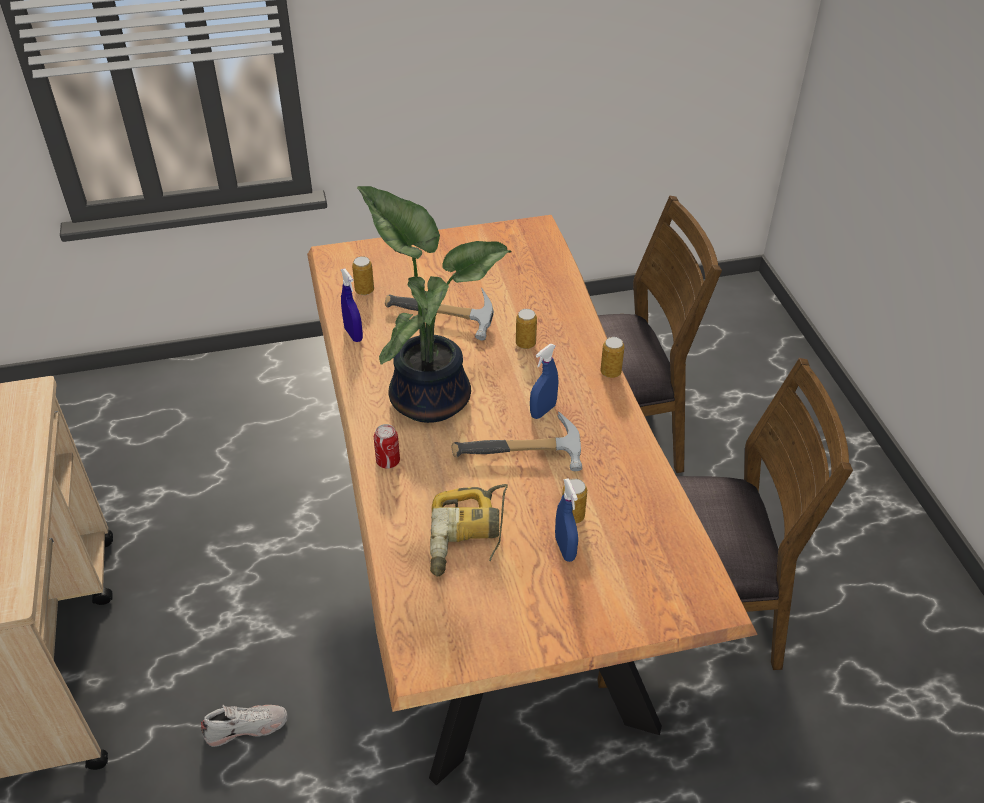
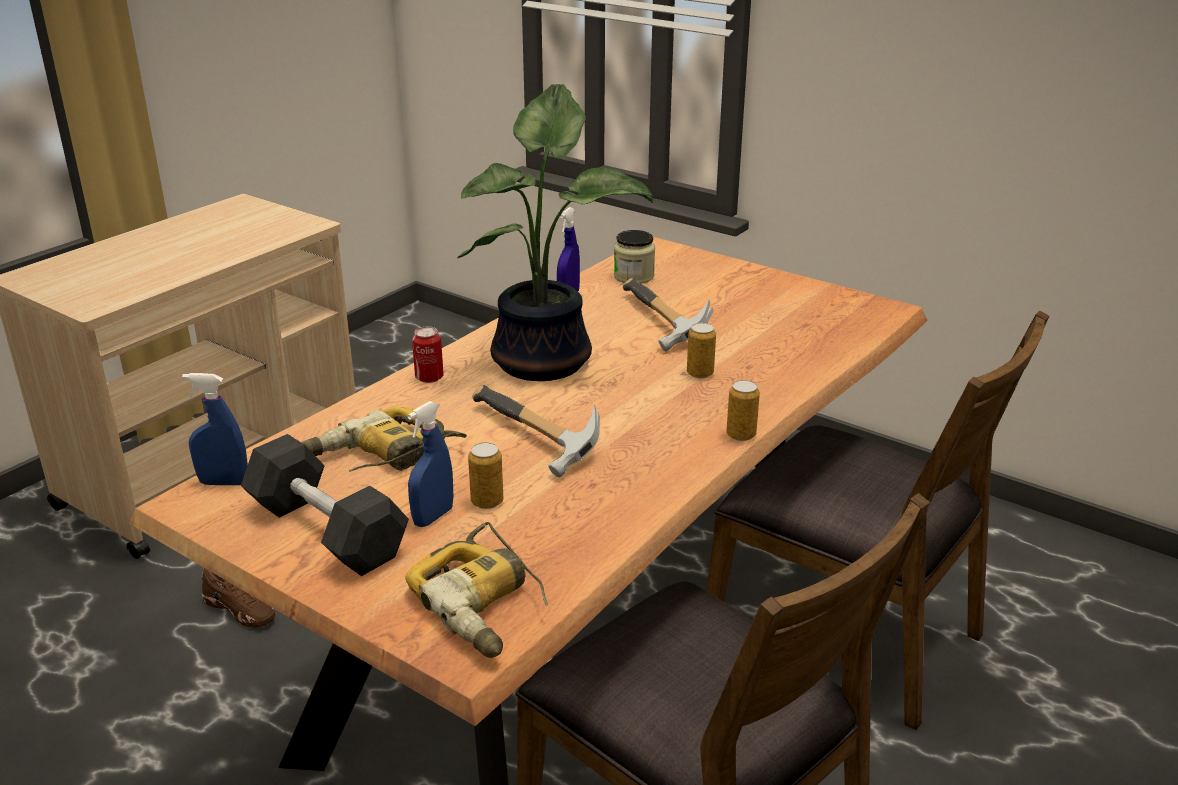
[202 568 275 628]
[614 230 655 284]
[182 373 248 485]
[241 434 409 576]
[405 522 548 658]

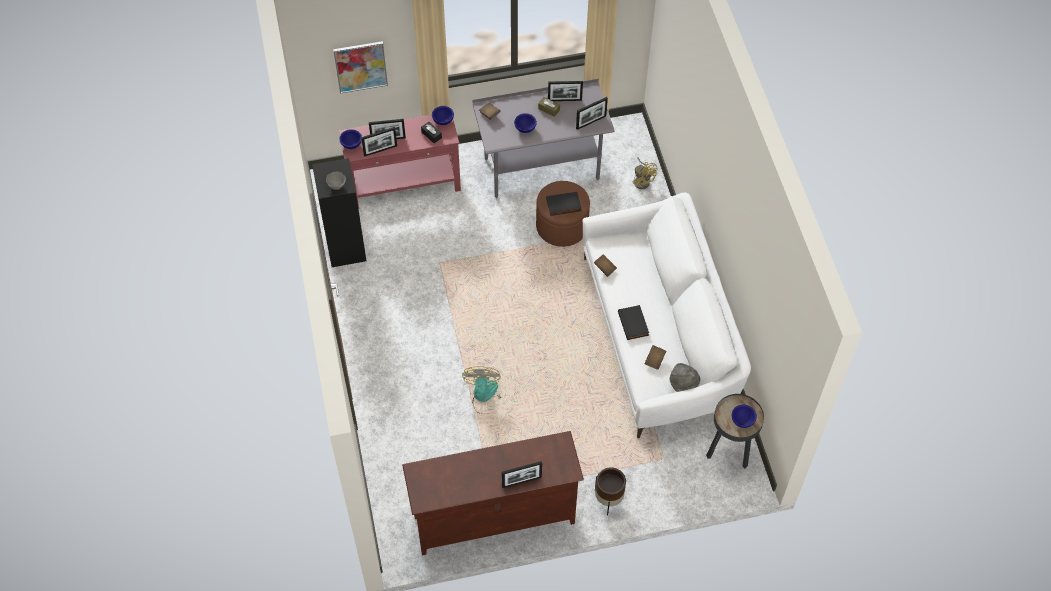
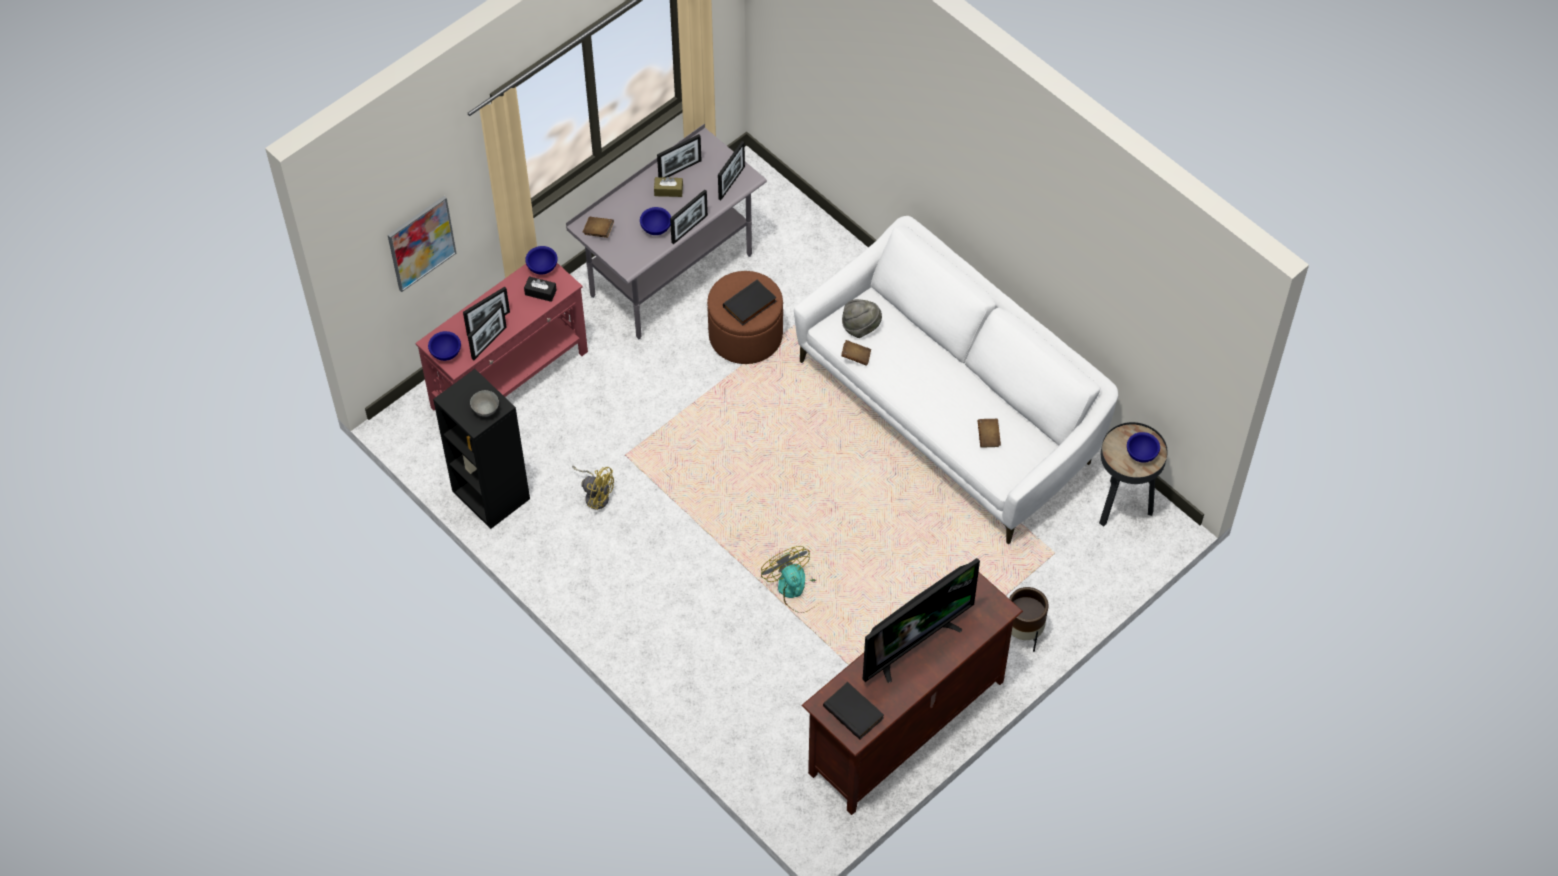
[670 189 708 244]
[823 682 884 739]
[572 466 614 510]
[842 299 882 338]
[863 558 980 683]

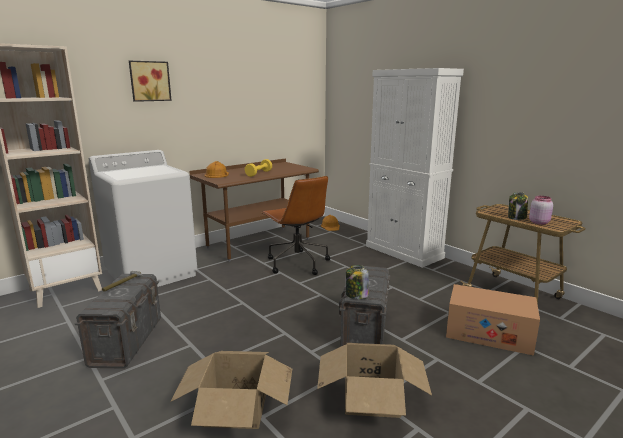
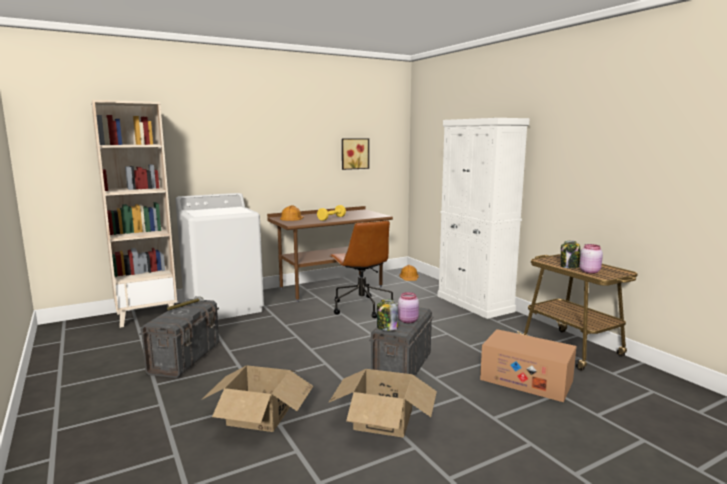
[342 138 369 170]
[398 292 419 323]

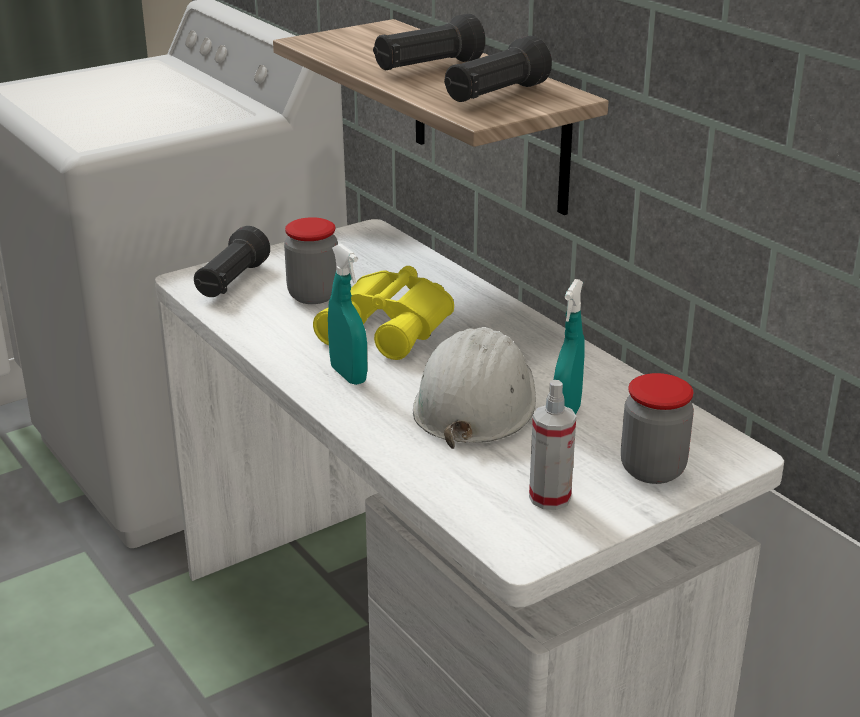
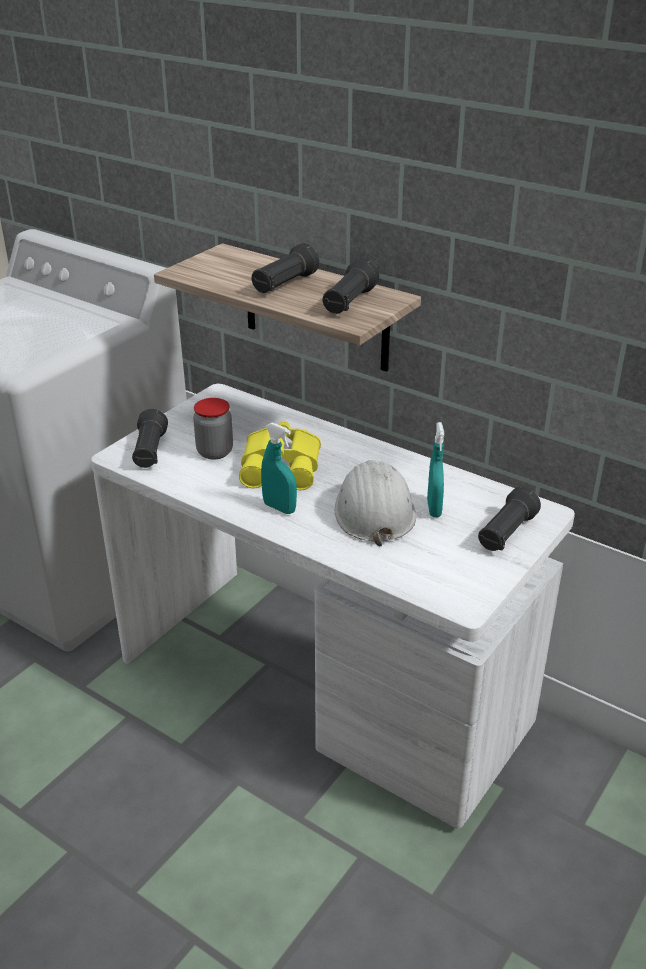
[529 380 576 510] (first image)
[478 487 541 551]

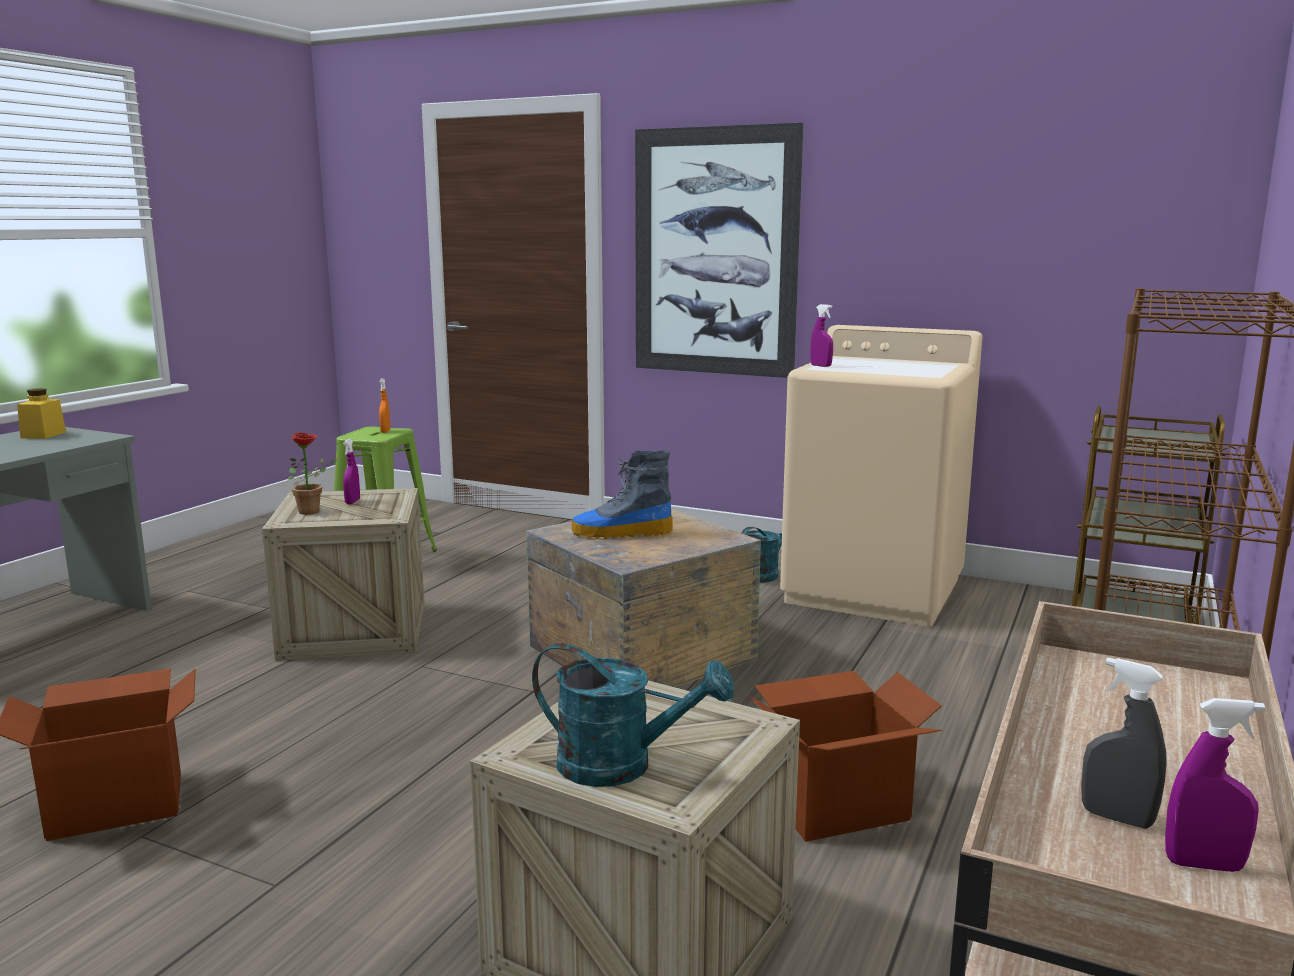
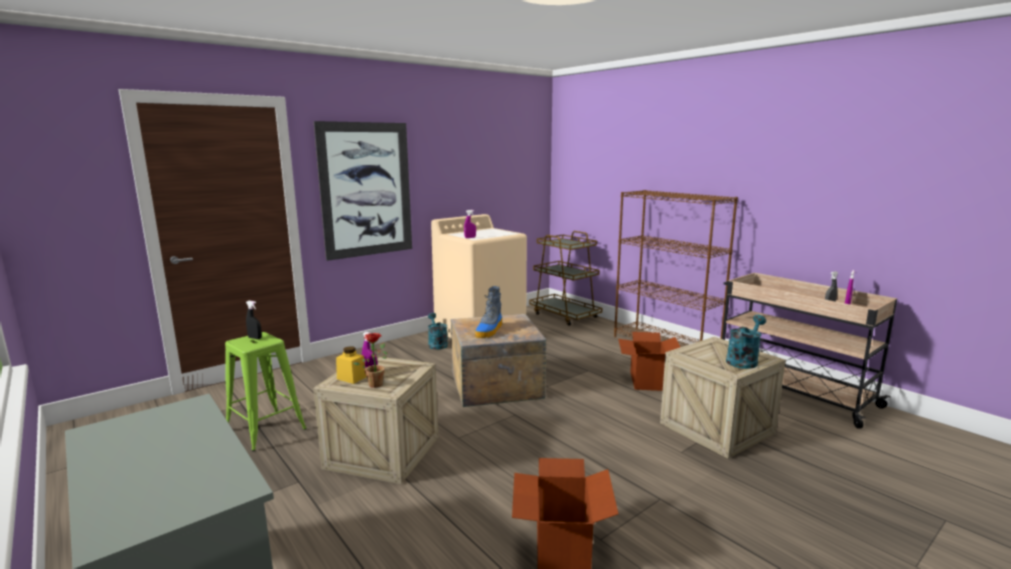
[336 346 366 384]
[246 301 262 339]

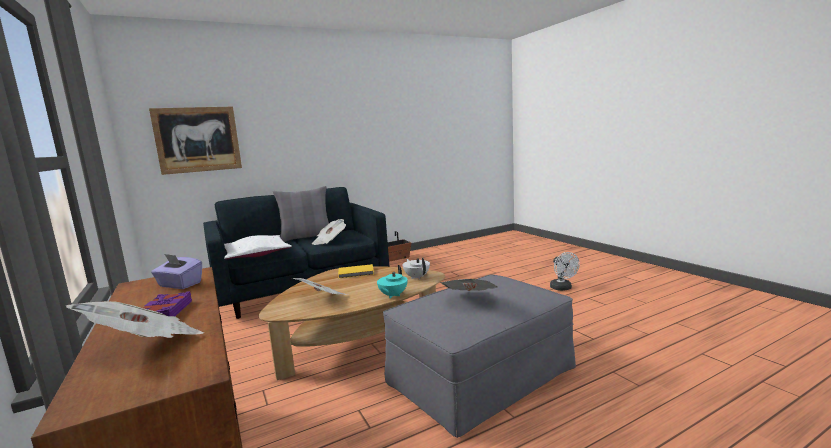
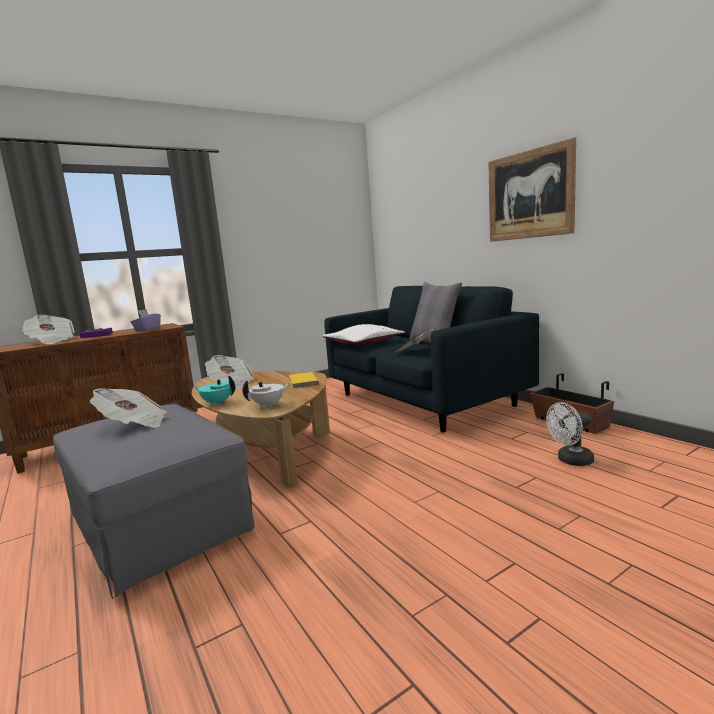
[488 137 576 242]
[546 402 594 466]

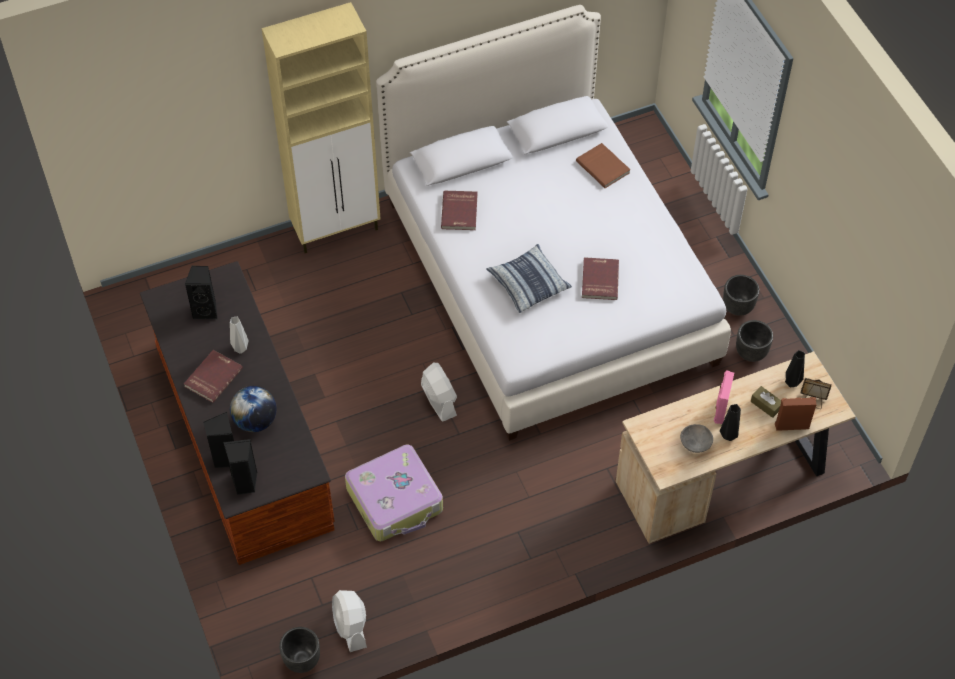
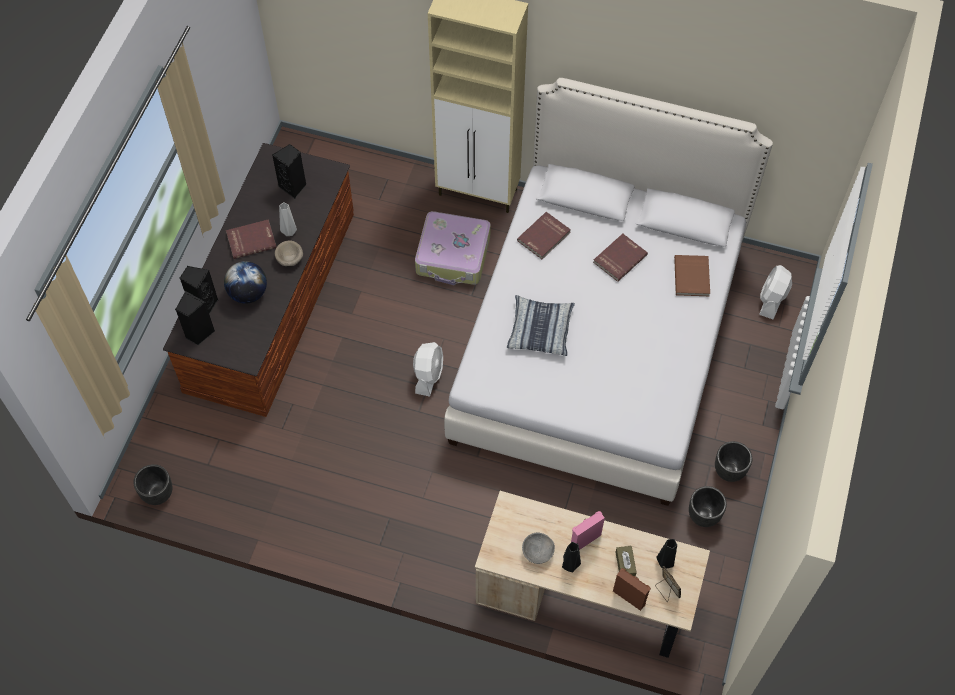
[759 265 792 319]
[415 211 491 285]
[593 234 648 282]
[275 240 303 266]

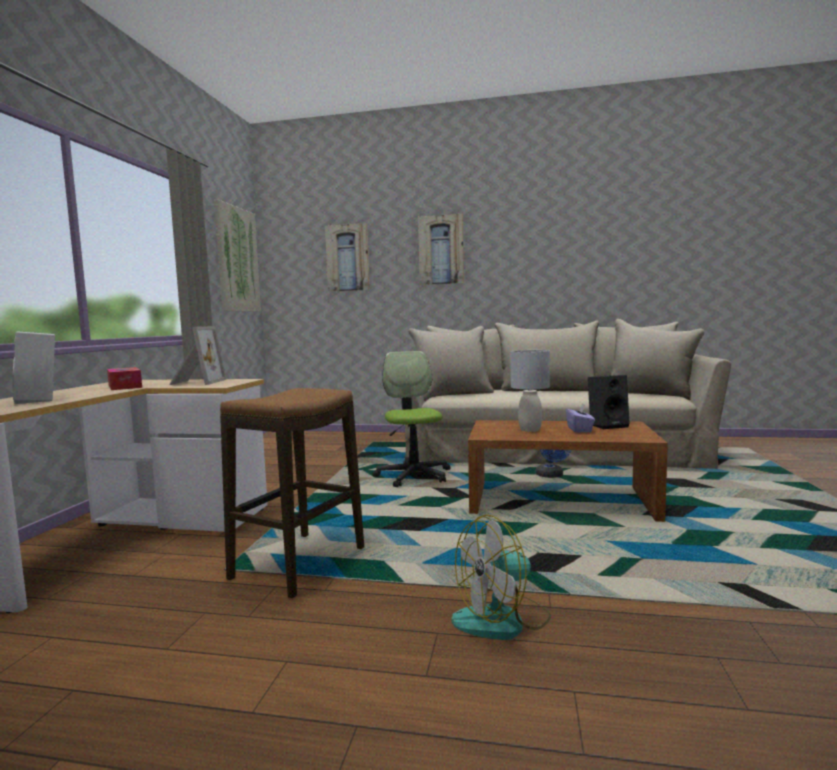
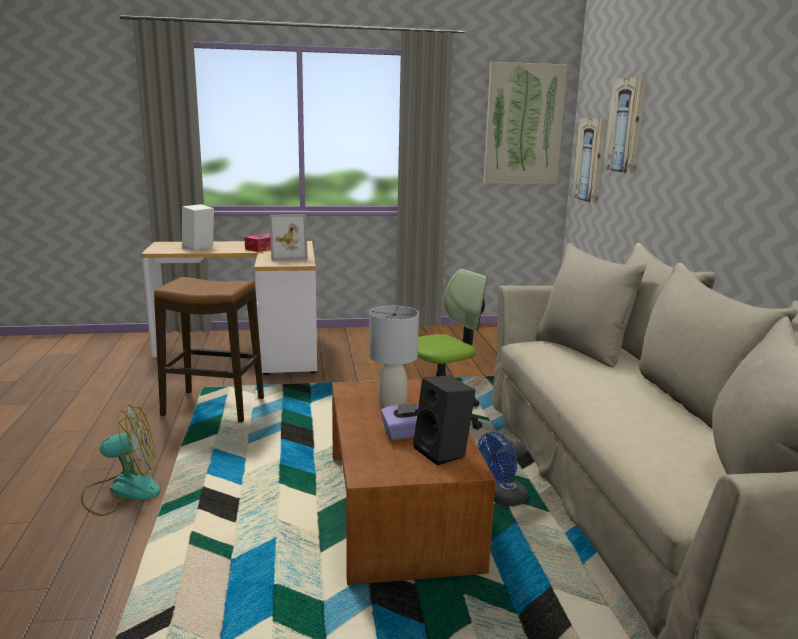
[572 118 607 204]
[81 404 160 516]

